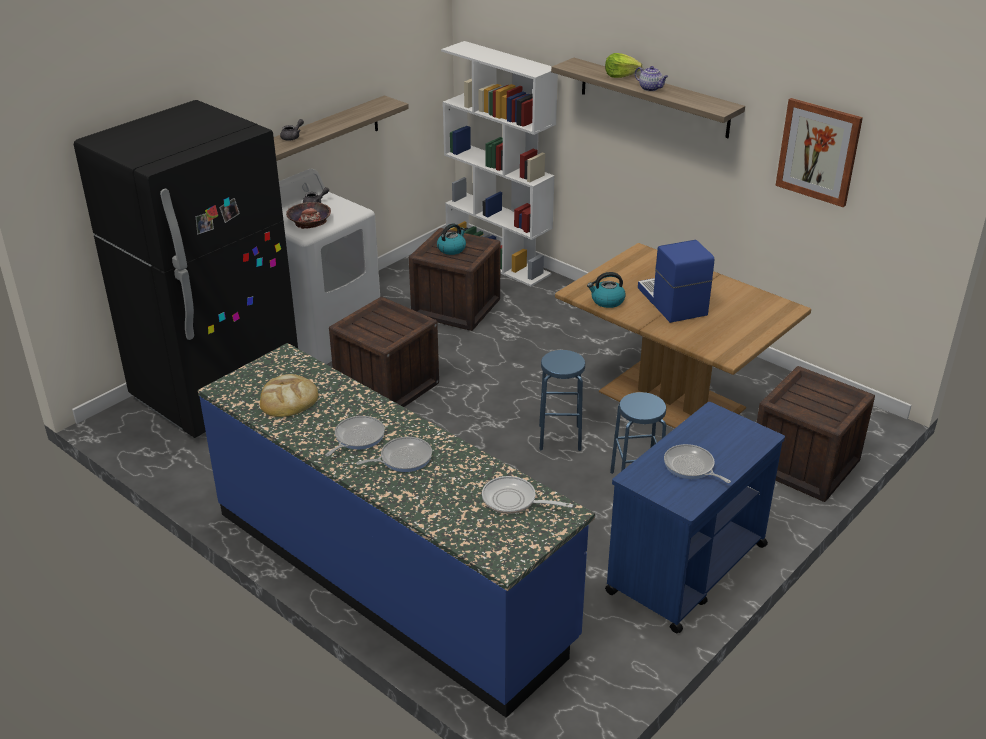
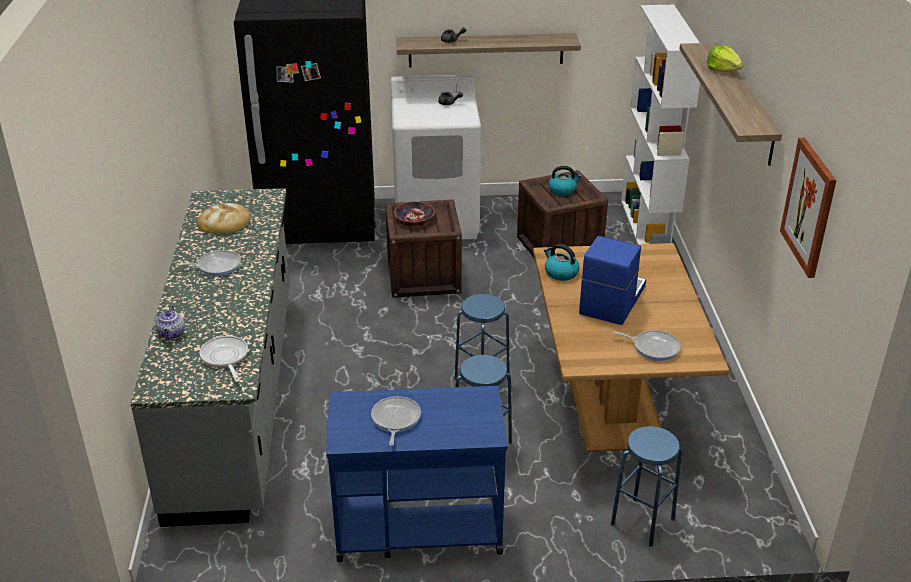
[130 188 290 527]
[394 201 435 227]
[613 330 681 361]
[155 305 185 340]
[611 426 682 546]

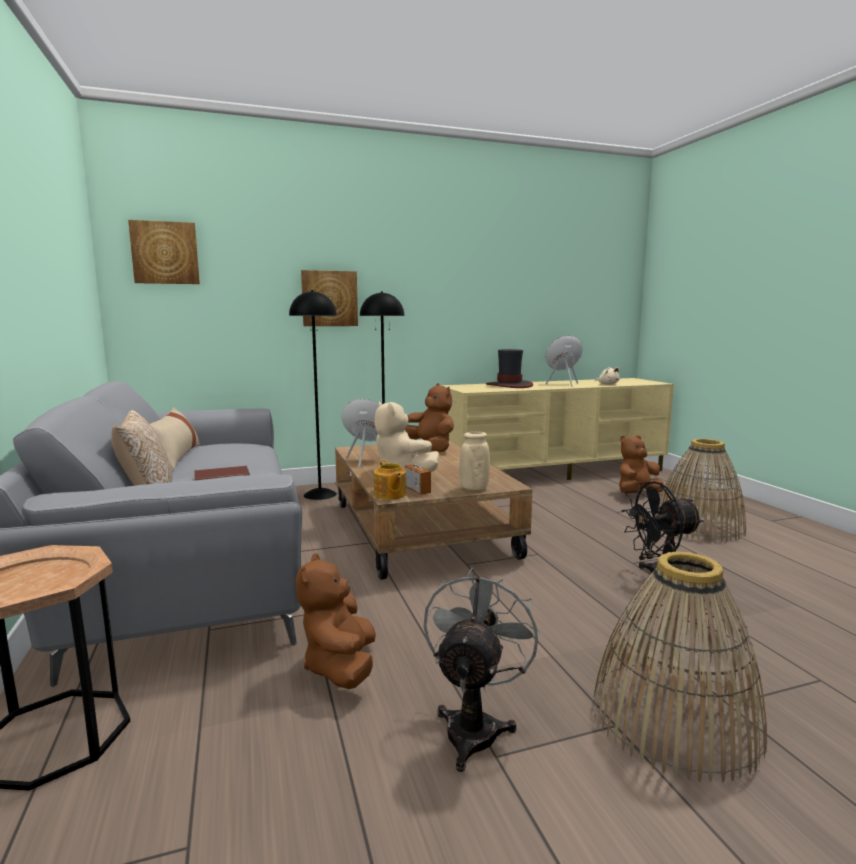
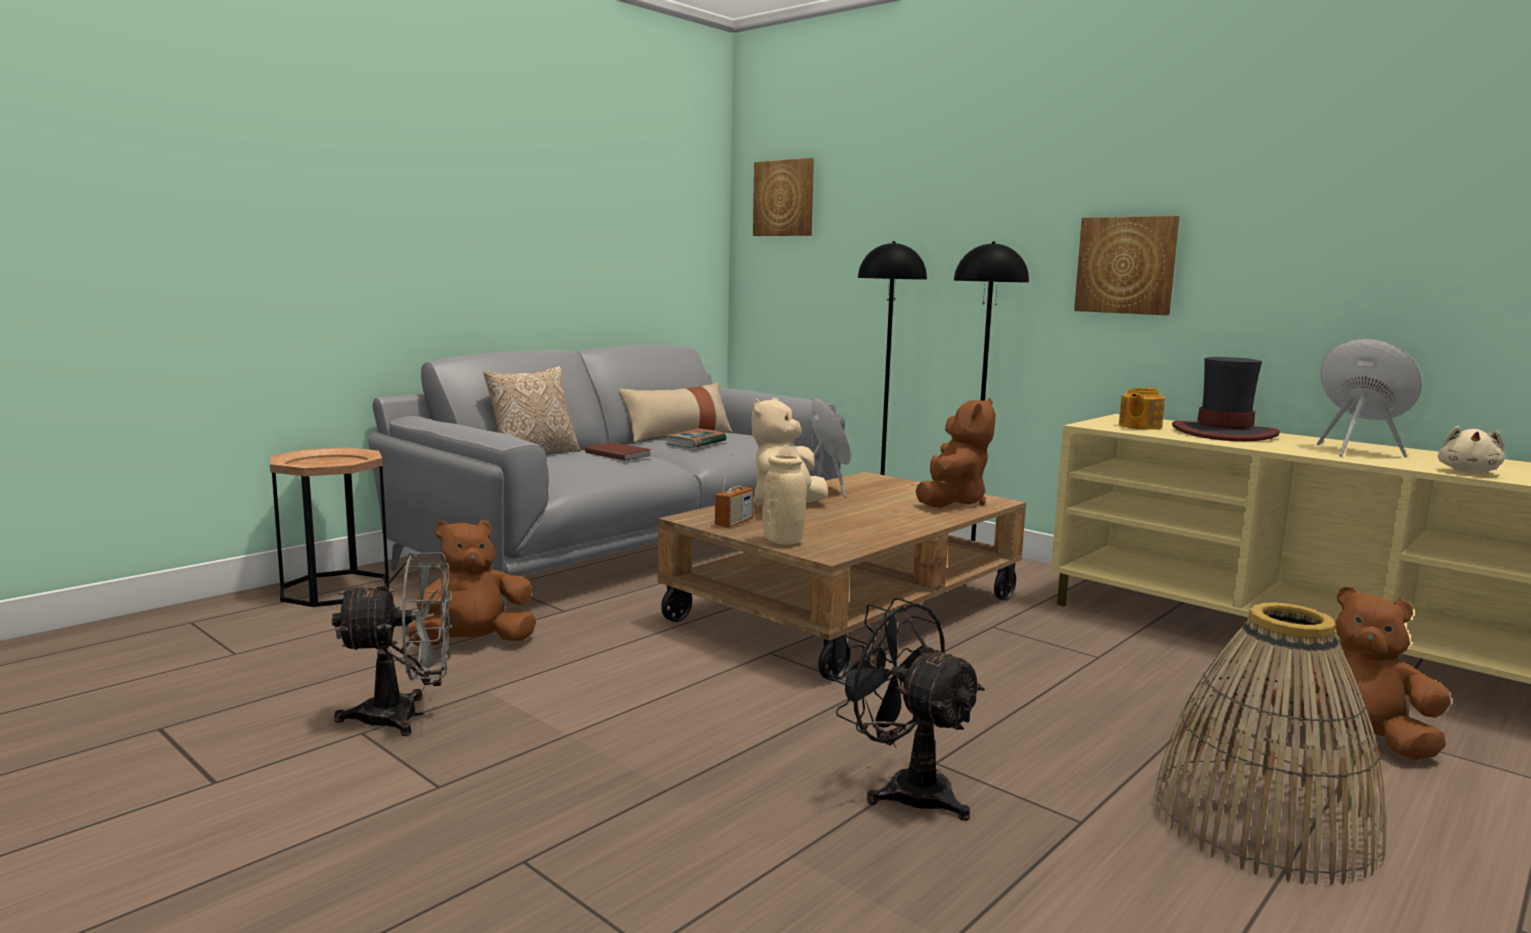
[1074 216 1179 315]
[1119 387 1165 430]
[593 551 767 782] (first image)
[665 428 726 448]

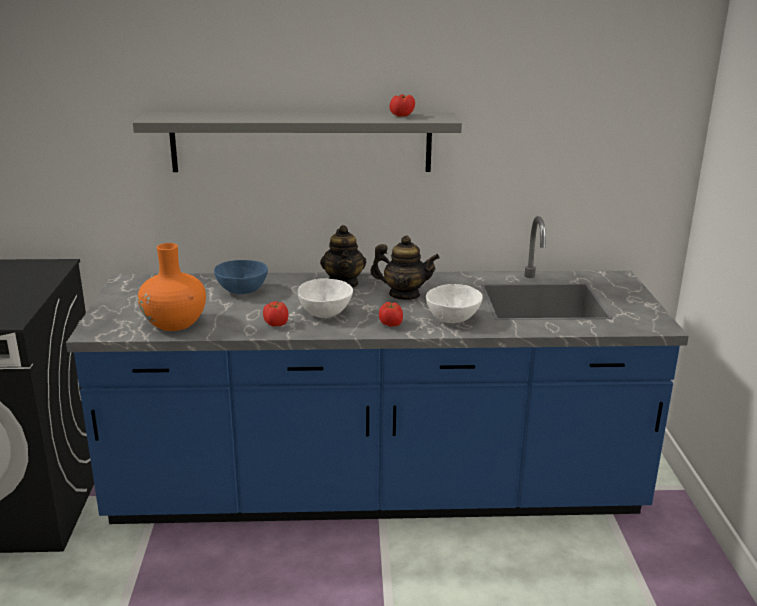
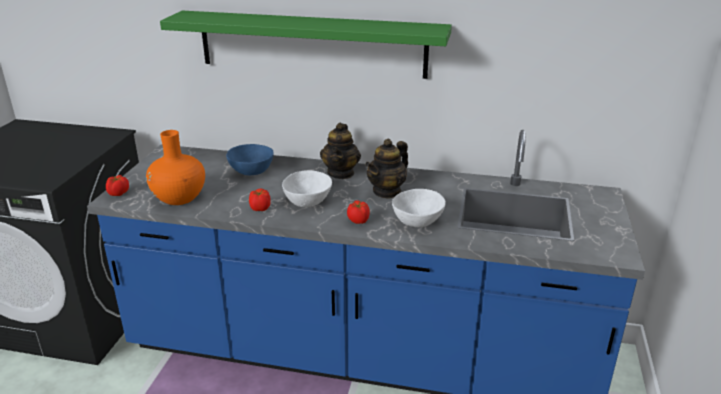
[160 11 452 79]
[365 139 408 199]
[106 175 129 196]

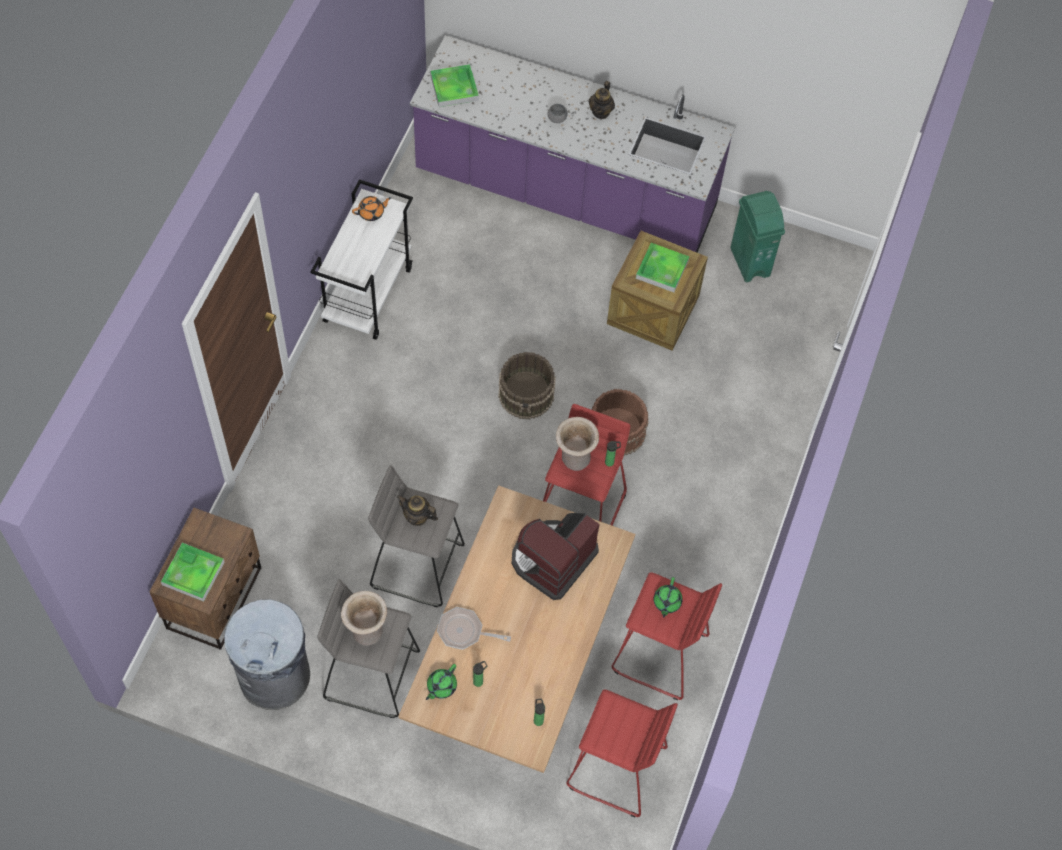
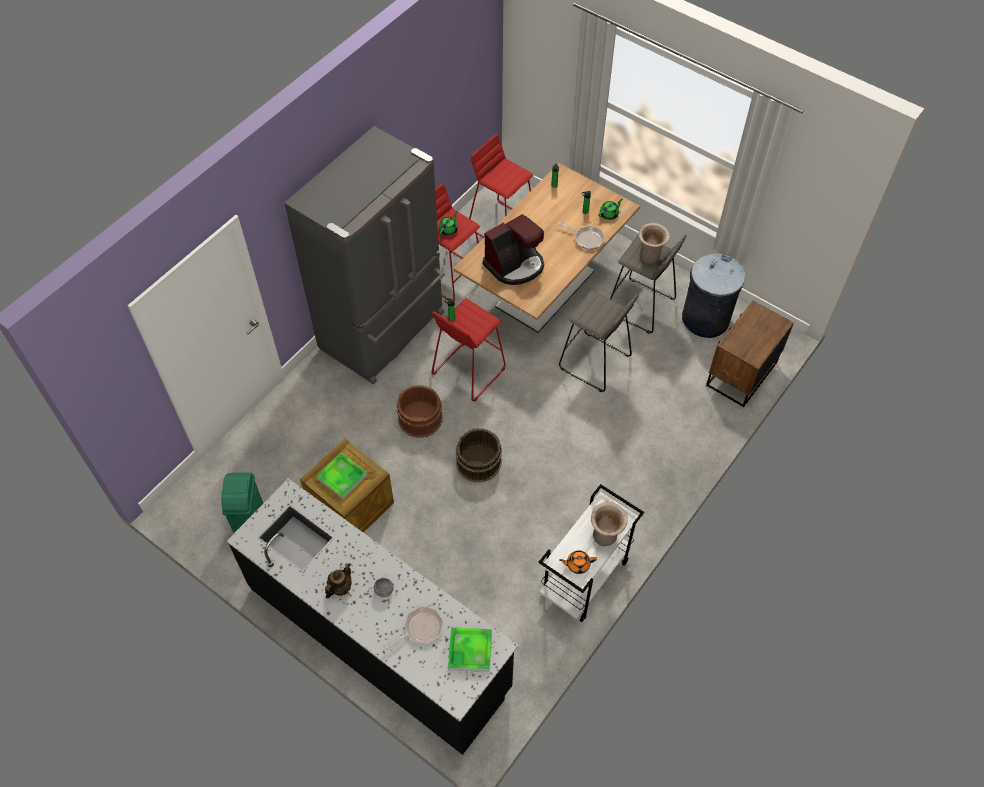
[161 543 225 602] (first image)
[397 495 438 526] (first image)
[227 478 519 755]
[591 502 628 546]
[284 126 445 384]
[384 606 444 649]

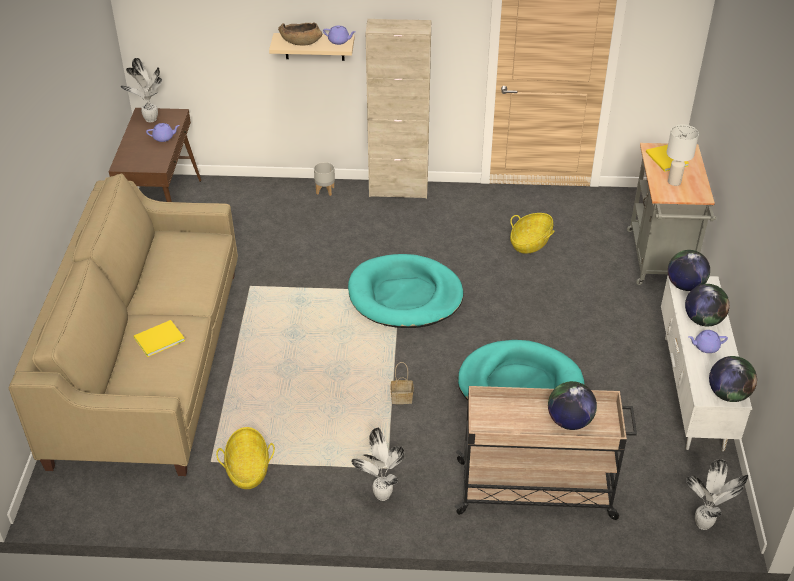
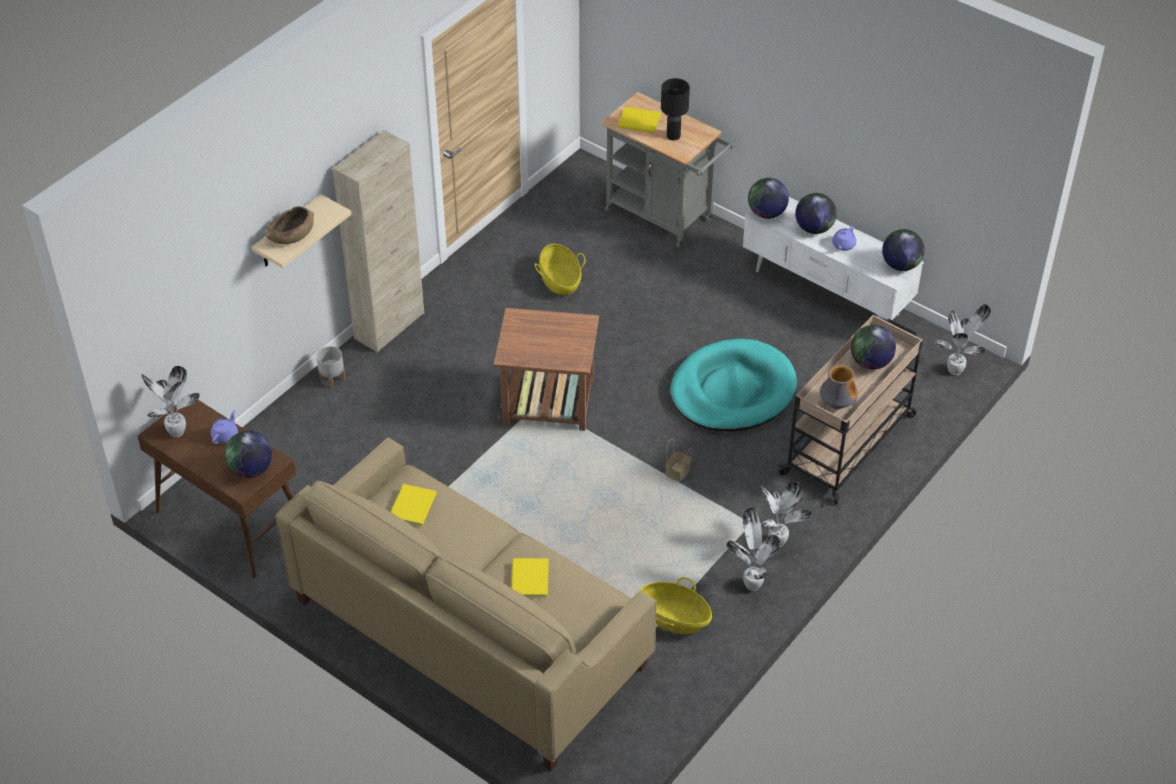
[323 25 356 45] (first image)
[494 308 599 431]
[661 78 690 140]
[224 431 272 478]
[391 484 437 526]
[727 507 780 591]
[820 364 858 409]

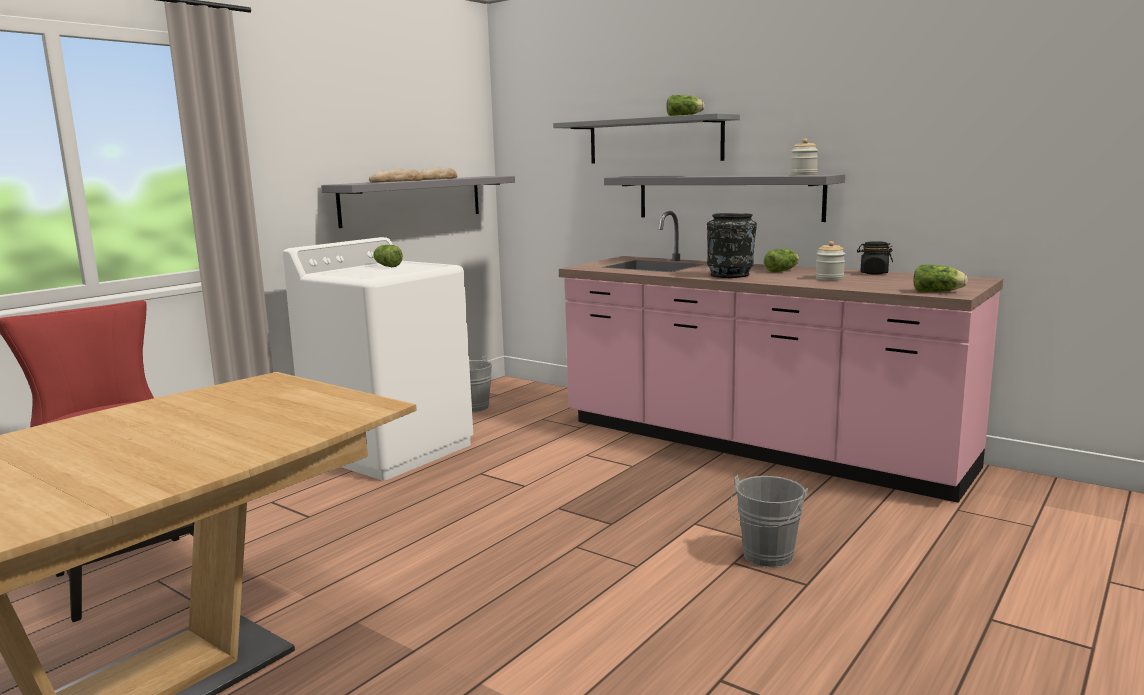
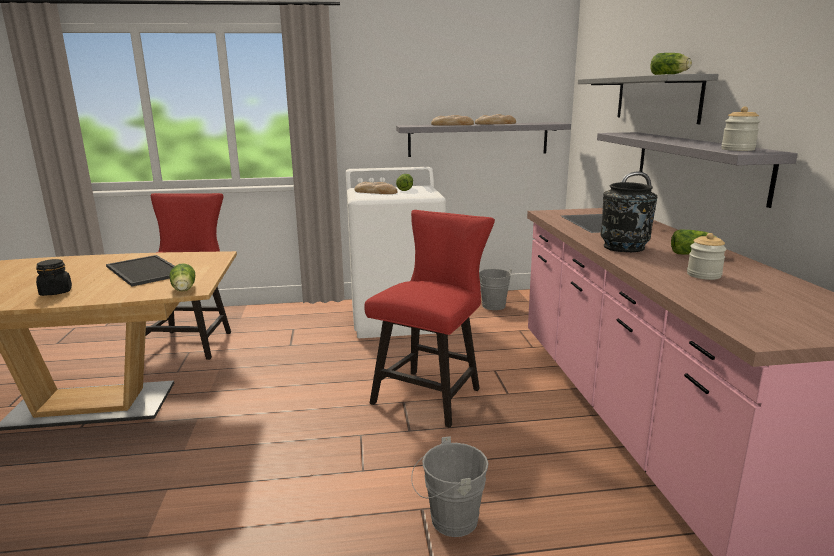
[36 259 72 296]
[169 263 195 291]
[106 255 175 286]
[354 182 398 194]
[364 210 495 428]

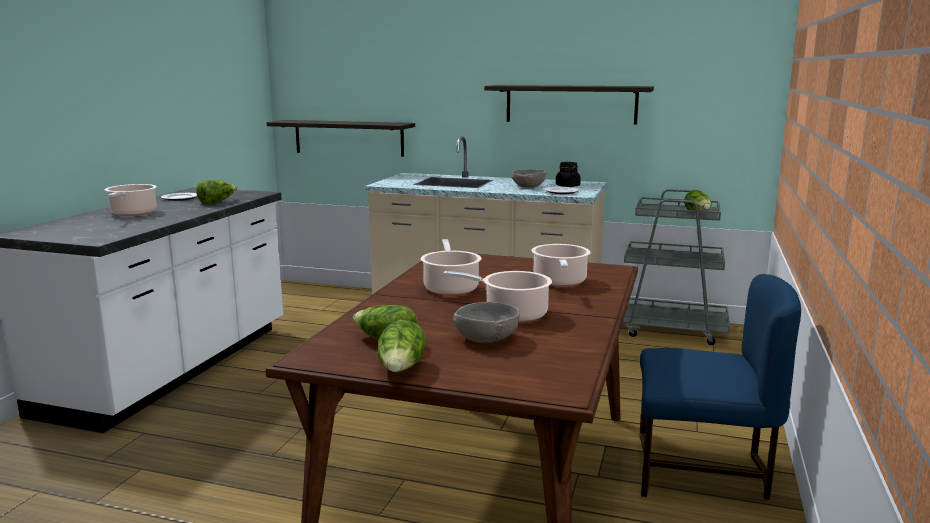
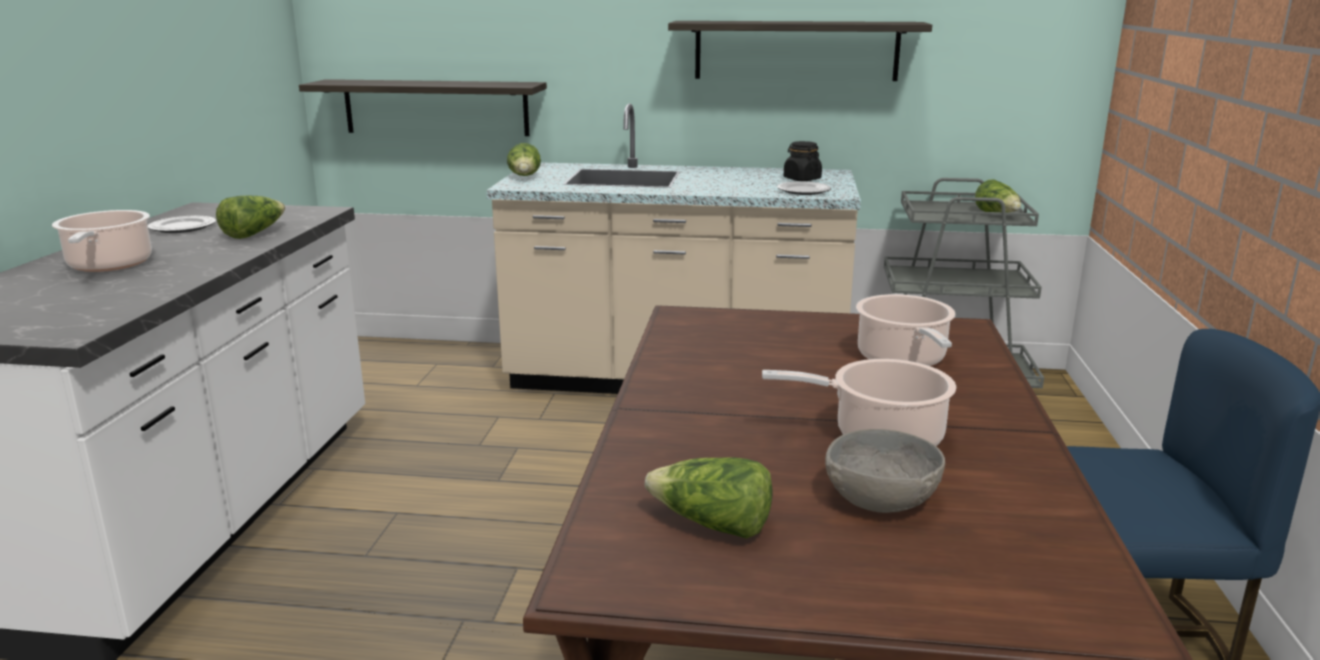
[507 143 541 176]
[421 239 482 295] (first image)
[511 169 546 188] (first image)

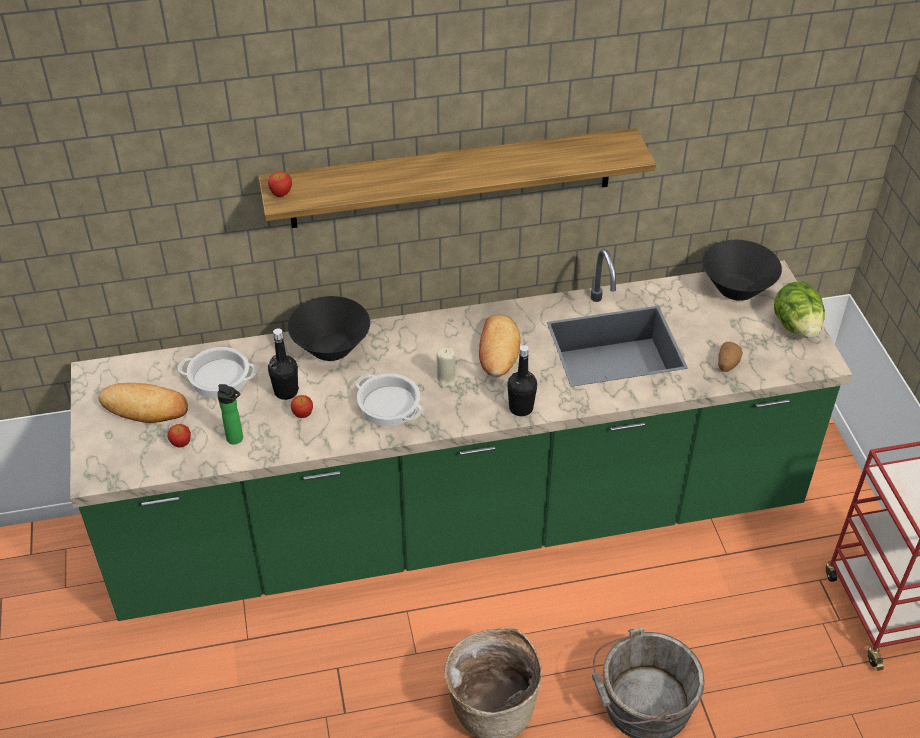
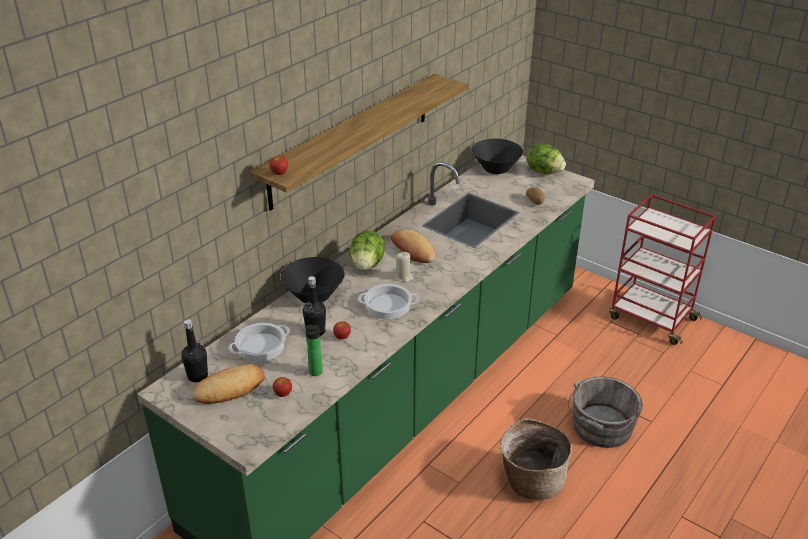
[181 319 208 382]
[349 230 384 271]

